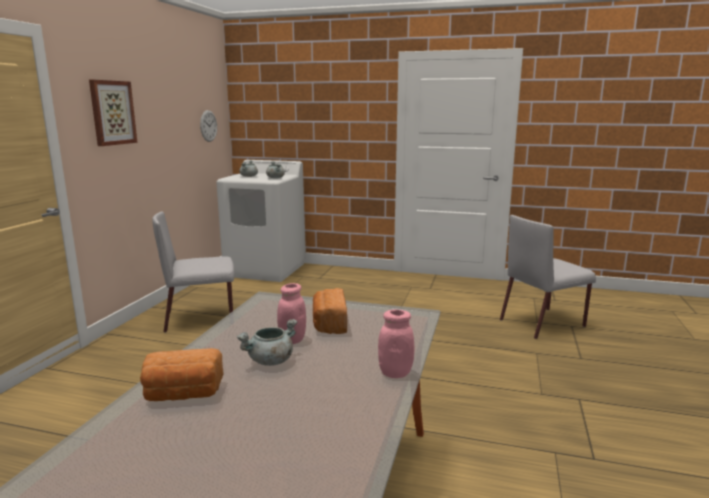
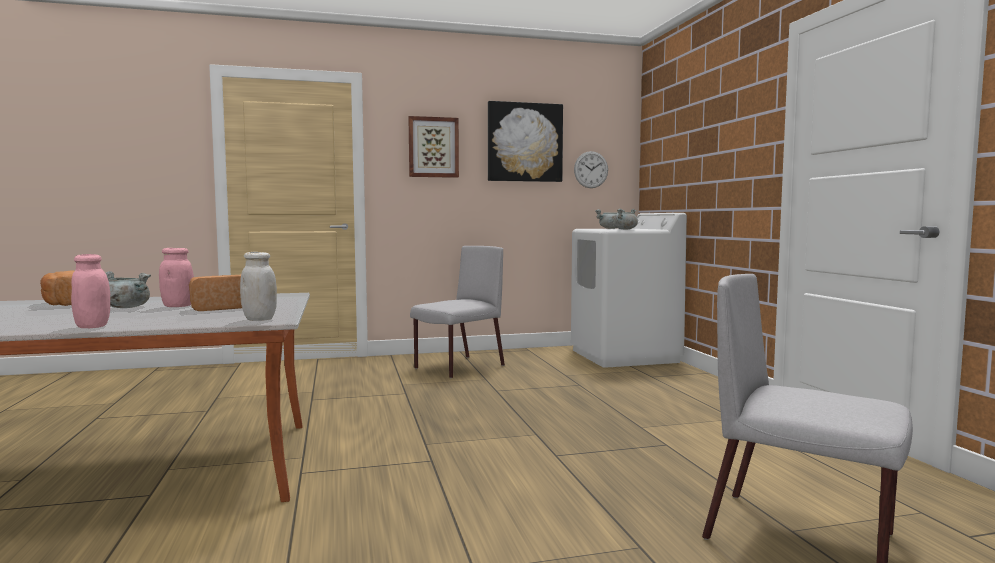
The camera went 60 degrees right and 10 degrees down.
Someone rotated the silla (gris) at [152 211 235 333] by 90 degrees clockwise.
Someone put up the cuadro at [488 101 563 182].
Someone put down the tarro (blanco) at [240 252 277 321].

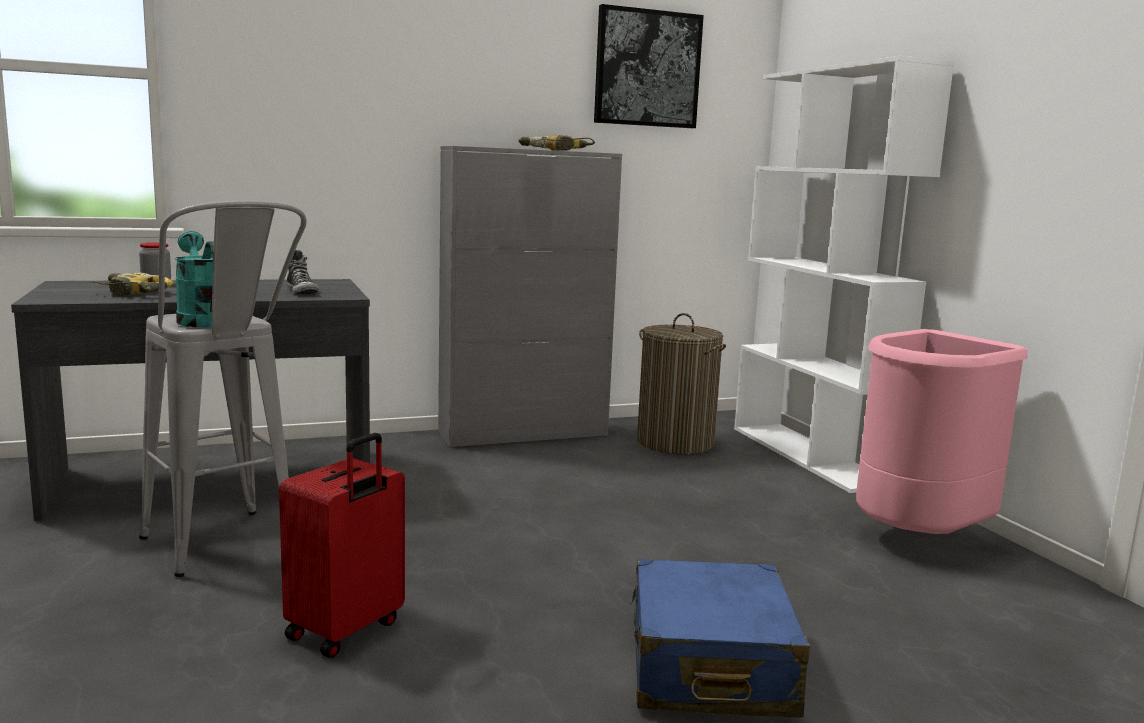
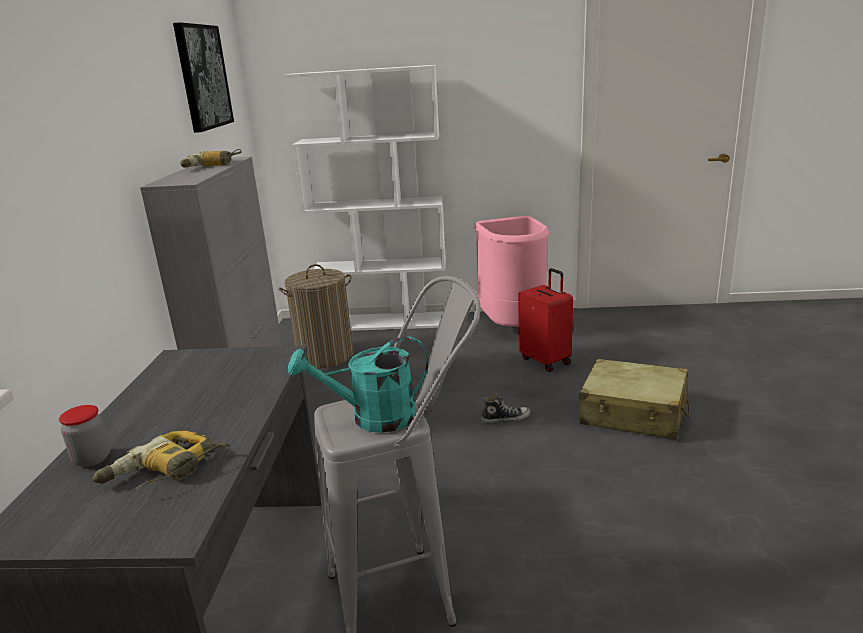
The camera went 65 degrees left and 10 degrees up.
Someone carried the zapato from [287 250 319 294] to [481 394 530 423].
Someone carried the maleta (rojo) from [279 433 405 658] to [518 268 573 372].
Someone repainted the maleta (azul) at [629 559 810 717], which became the maleta (beis) at [579 359 690 440].

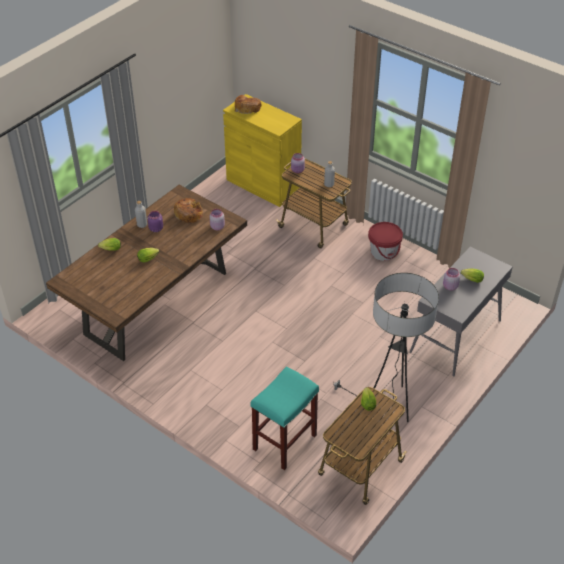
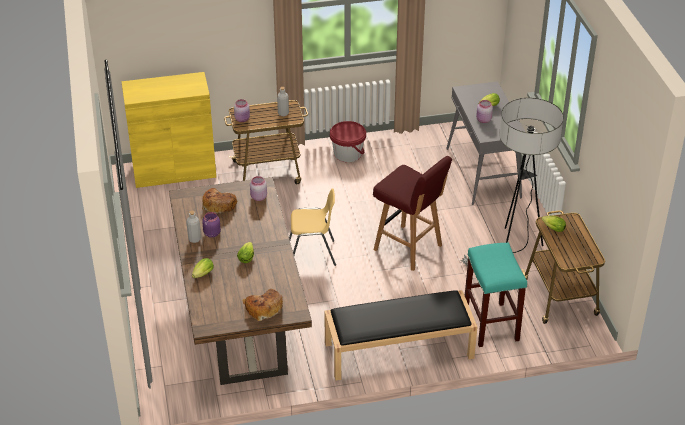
The camera went 50 degrees left and 5 degrees down.
Someone carried the pan from [235 95 262 114] to [243 289 283 321].
Someone put down the taburete (rojo) at [373 156 452 271].
Someone put down the silla (amarillo) at [289 189 336 266].
Someone put down the banco (negro) at [324 290 477 381].

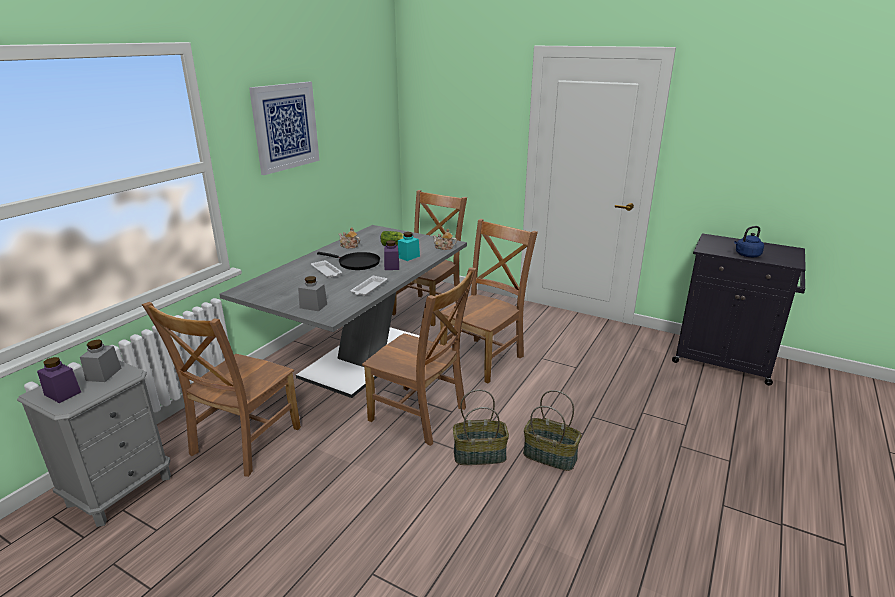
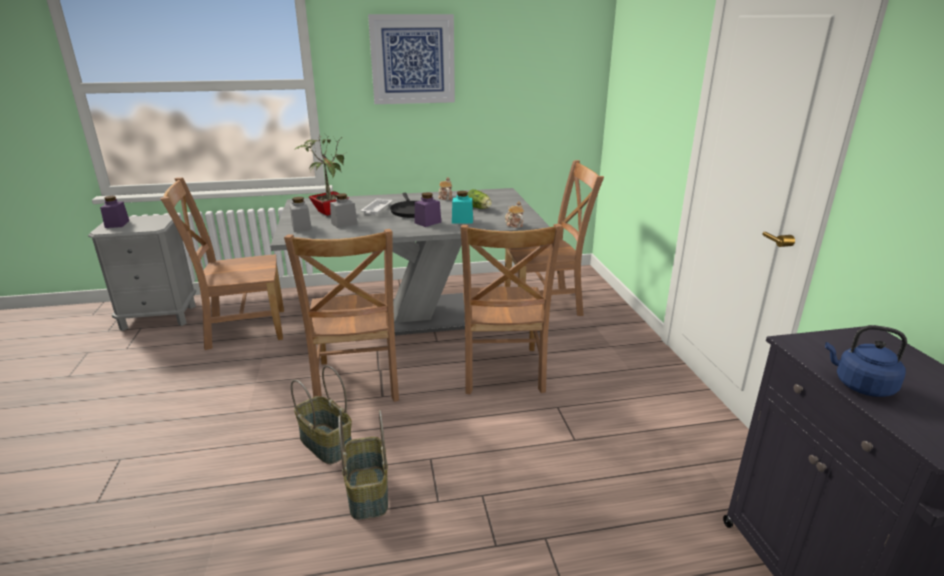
The camera went 50 degrees right and 0 degrees up.
Someone rotated the silla (marrón) at [440 219 538 383] by 90 degrees clockwise.
Someone took away the bandeja (blanco) at [350 275 387 296].
Someone carried the tarro (gris) from [80 340 121 382] to [330 193 358 228].
Someone put down the planta en maceta at [293 134 349 216].

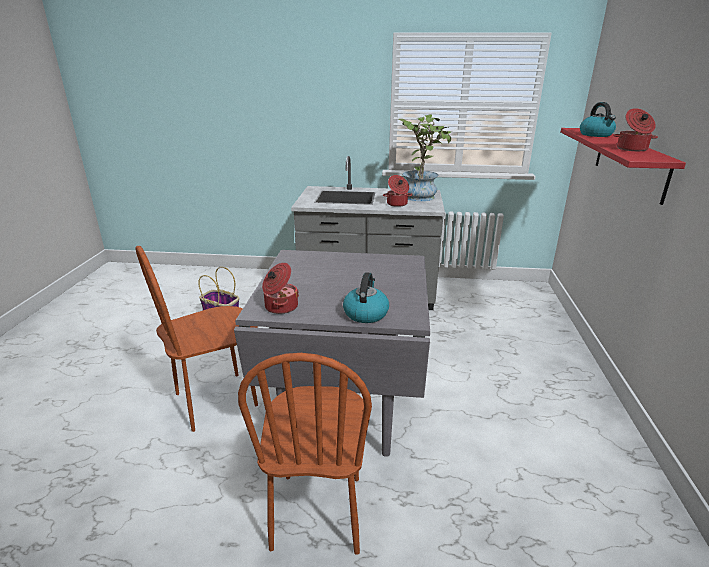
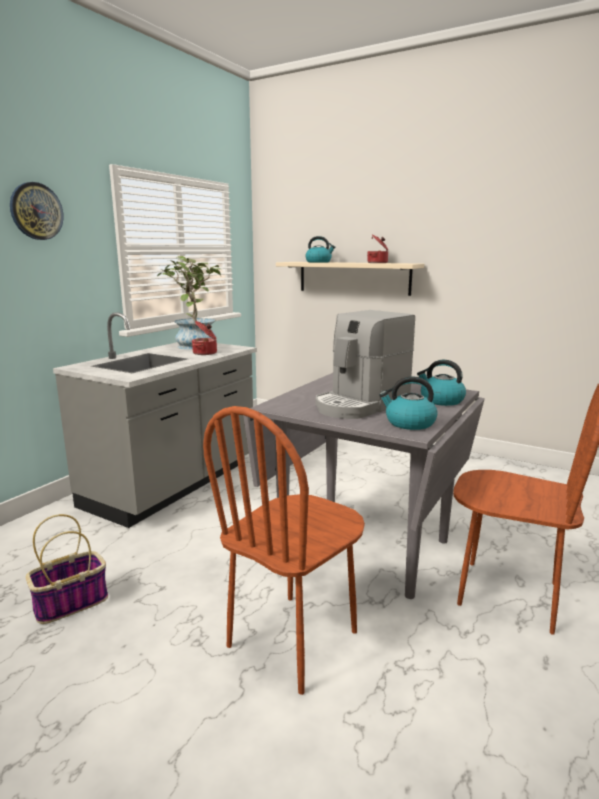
The camera went 65 degrees left and 10 degrees down.
Someone repainted the estante (rojo) at [561 128 686 205], which became the estante (beis) at [276 262 424 296].
Someone rotated the silla (marrón) at [135 246 258 432] by 45 degrees clockwise.
Someone swapped the olla at [262 263 299 314] for the hervidor at [379 376 438 430].
Someone put up the reloj de pared at [10 182 64 240].
Someone put down the cafetera at [316 310 415 419].

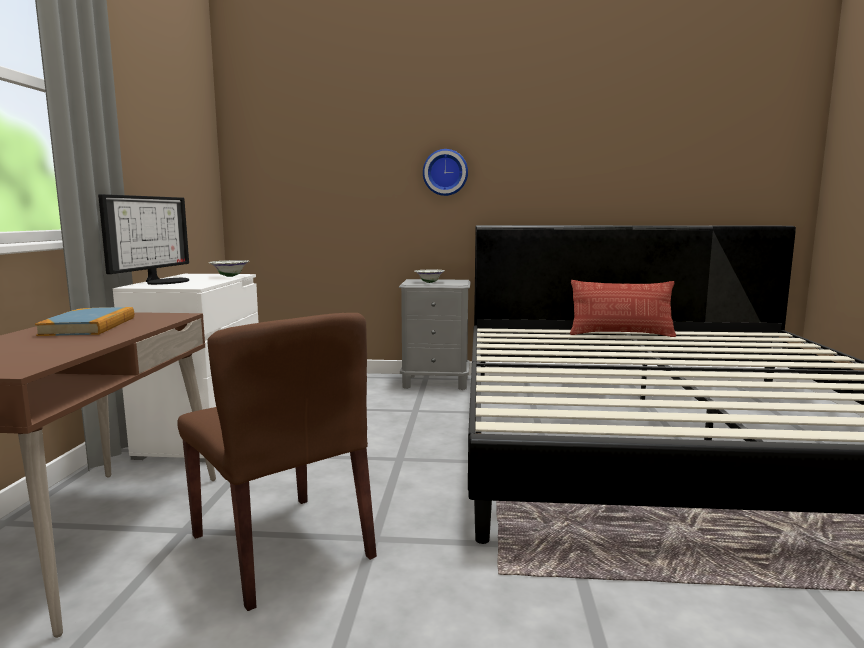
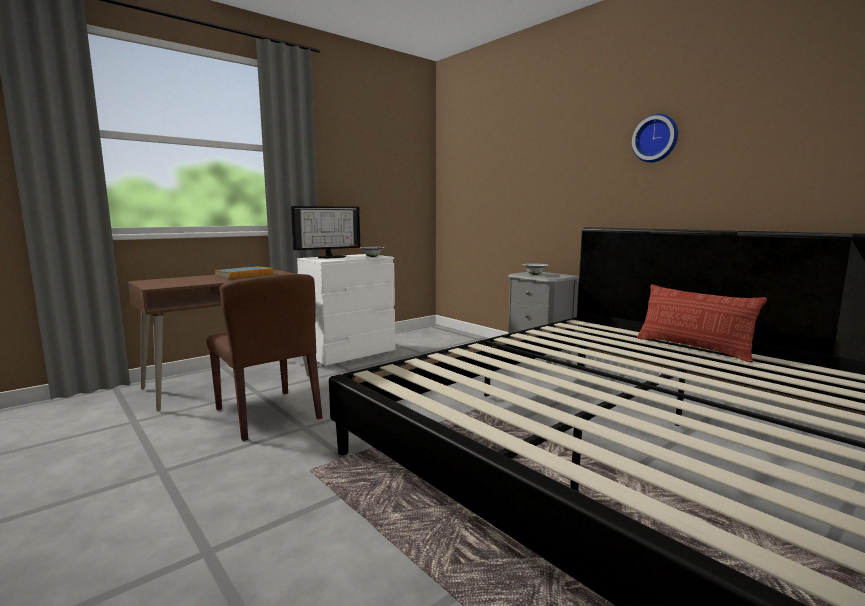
The camera went 45 degrees right and 0 degrees up.
Someone carried the reloj de pared from [423 149 468 196] to [632 114 678 163].
Someone rotated the silla (marrón) at [177 313 377 611] by 45 degrees counterclockwise.

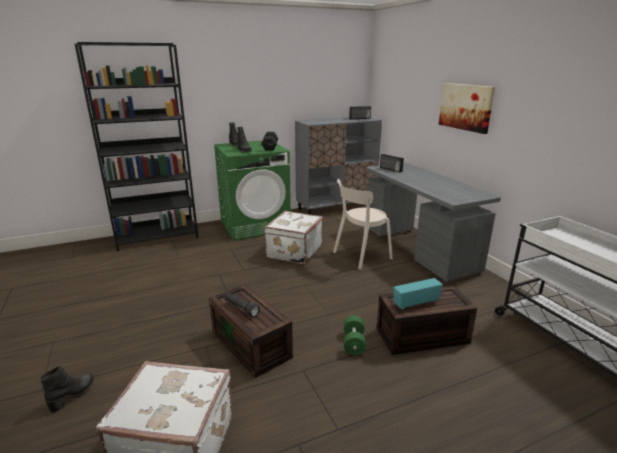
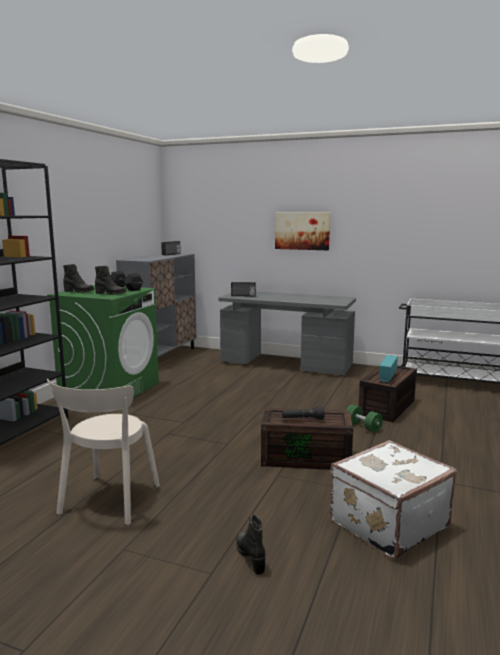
The camera went 45 degrees left and 10 degrees down.
Someone carried the silla (beis) from [333 179 393 270] to [47 379 160 525].
Someone took away the maleta (blanco) at [264 211 323 264].

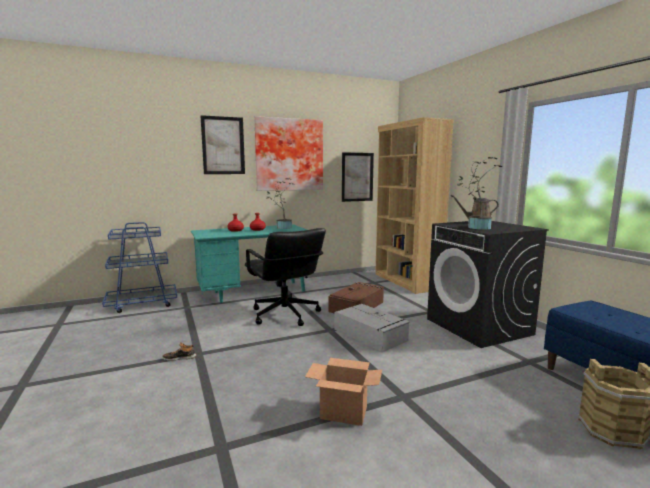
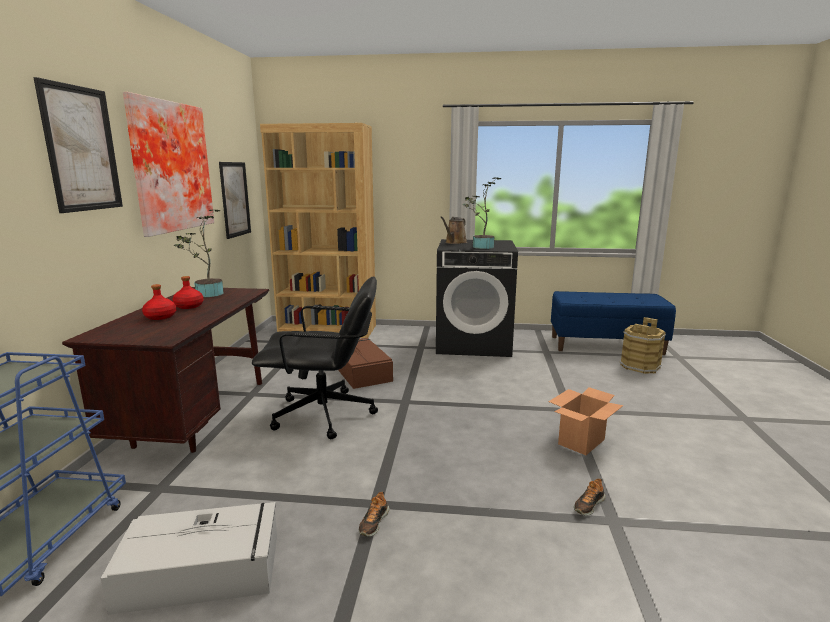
The camera went 60 degrees left and 5 degrees up.
Someone repainted the escritorio (turquesa) at [191 224 307 303], which became the escritorio (marrón) at [62 287 269 453].
Someone carried the caja de almacenaje (gris) from [334 304 410 352] to [101 502 277 615].
Someone put down the zapato at [574 479 606 516].

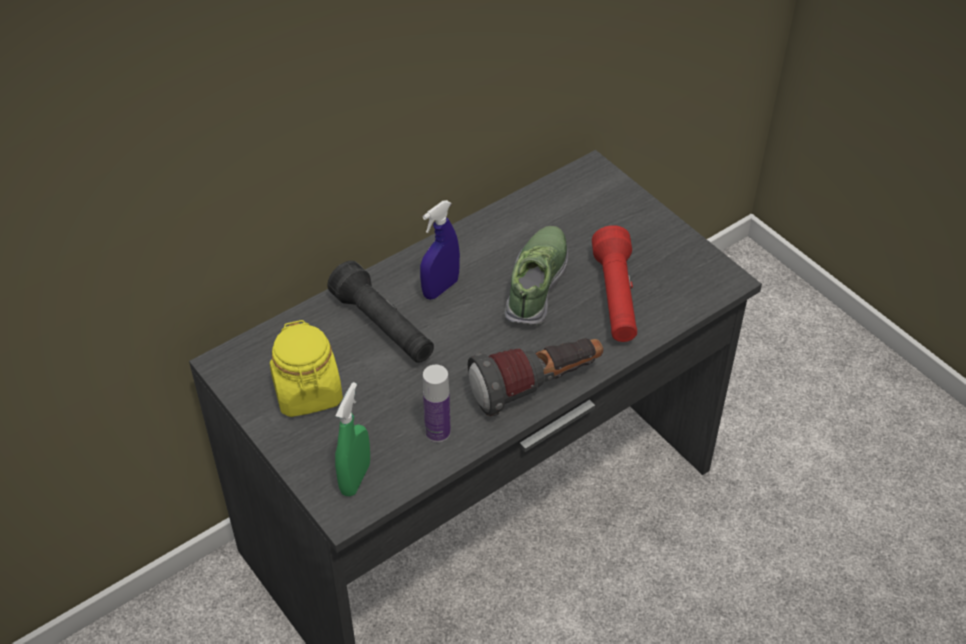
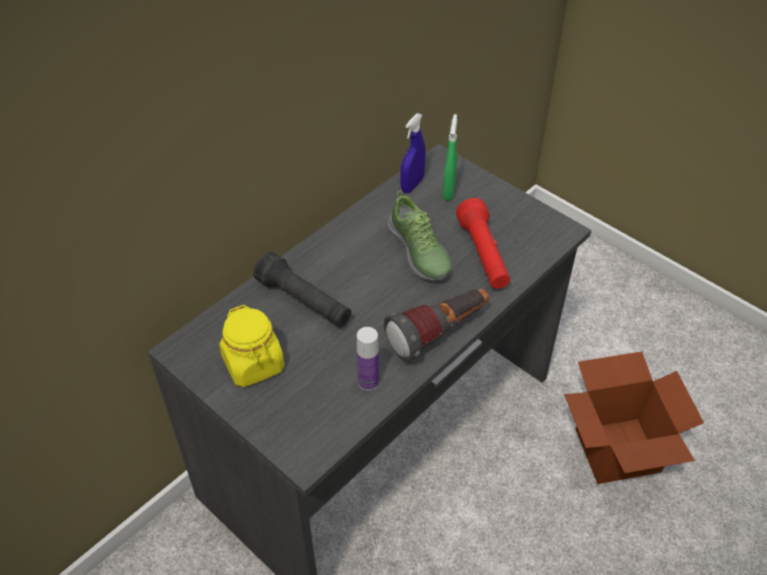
The camera went 10 degrees left and 0 degrees up.
Someone carried the pulverizador (azul) from [420 200 460 300] to [400 113 426 193].
Someone rotated the zapato at [504 226 568 326] by 150 degrees clockwise.
Someone carried the pulverizador (verde) from [335 382 370 496] to [443 114 457 201].
Someone put down the caja de cartón at [564 351 704 484].

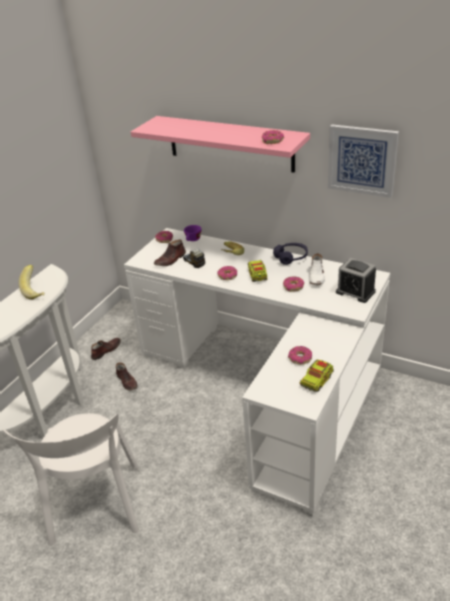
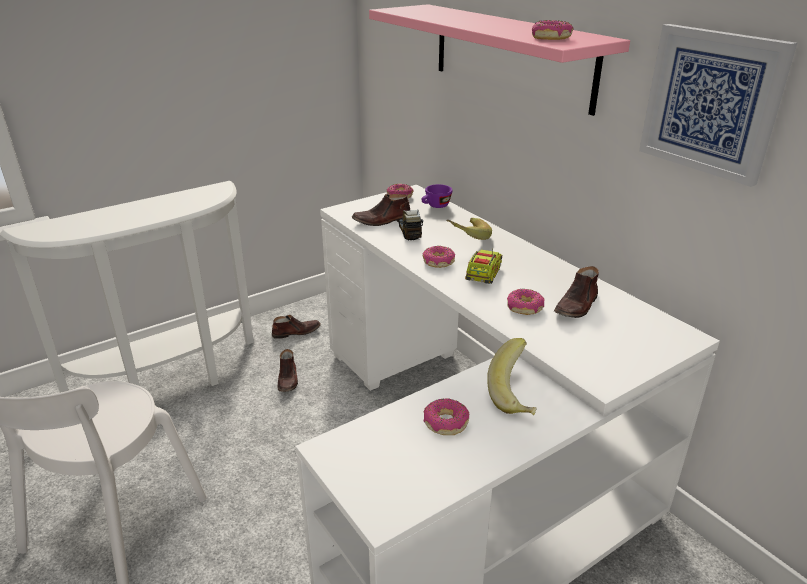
The camera went 25 degrees right and 5 degrees down.
Someone took away the auriculares (morado) at [273 243 308 265].
Someone repainted the zapato (blanco) at [309 253 325 285], which became the zapato (marrón) at [554 266 599 318].
Someone took away the despertador at [336 258 376 303].
Someone carried the plátano from [19 265 44 300] to [487 338 537 415].
Someone took away the camión de juguete at [300 360 334 392].

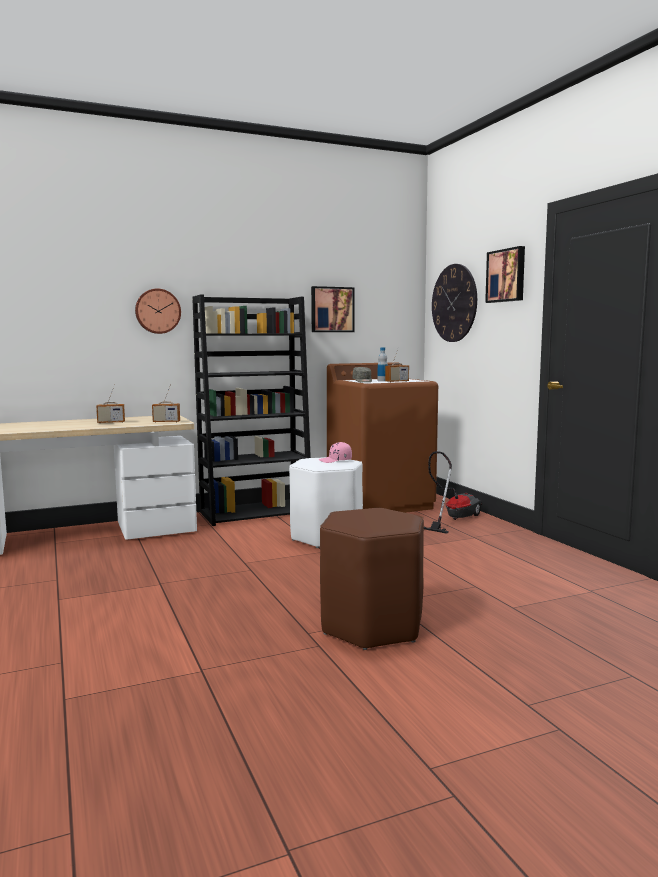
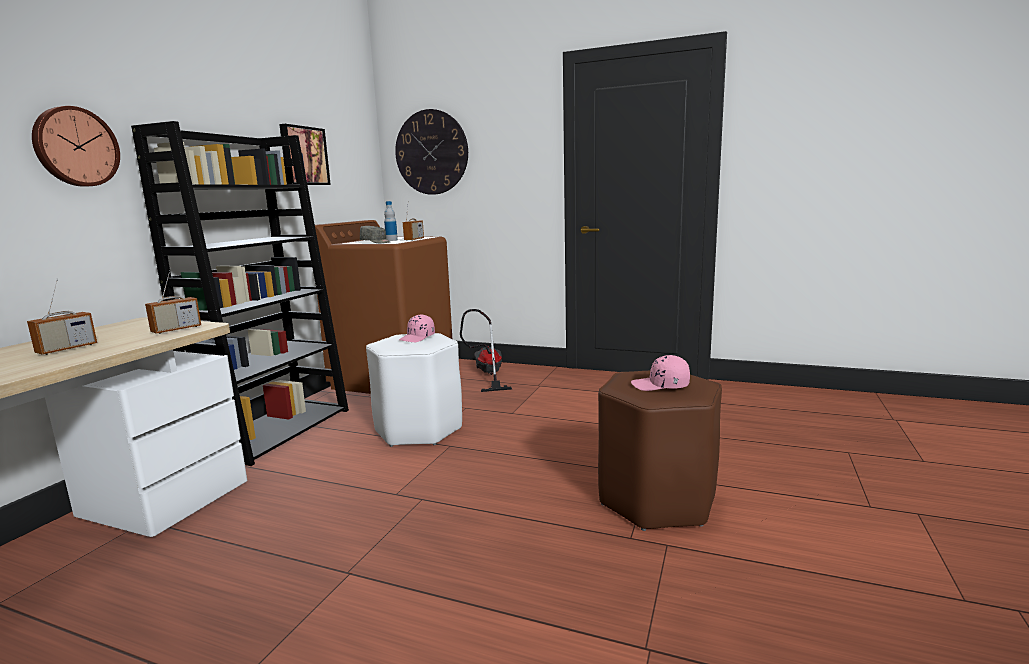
The camera went 45 degrees left and 5 degrees up.
Someone took away the cuadro at [485 246 525 303].
Someone put down the gorra (rosa) at [631 355 690 391].

